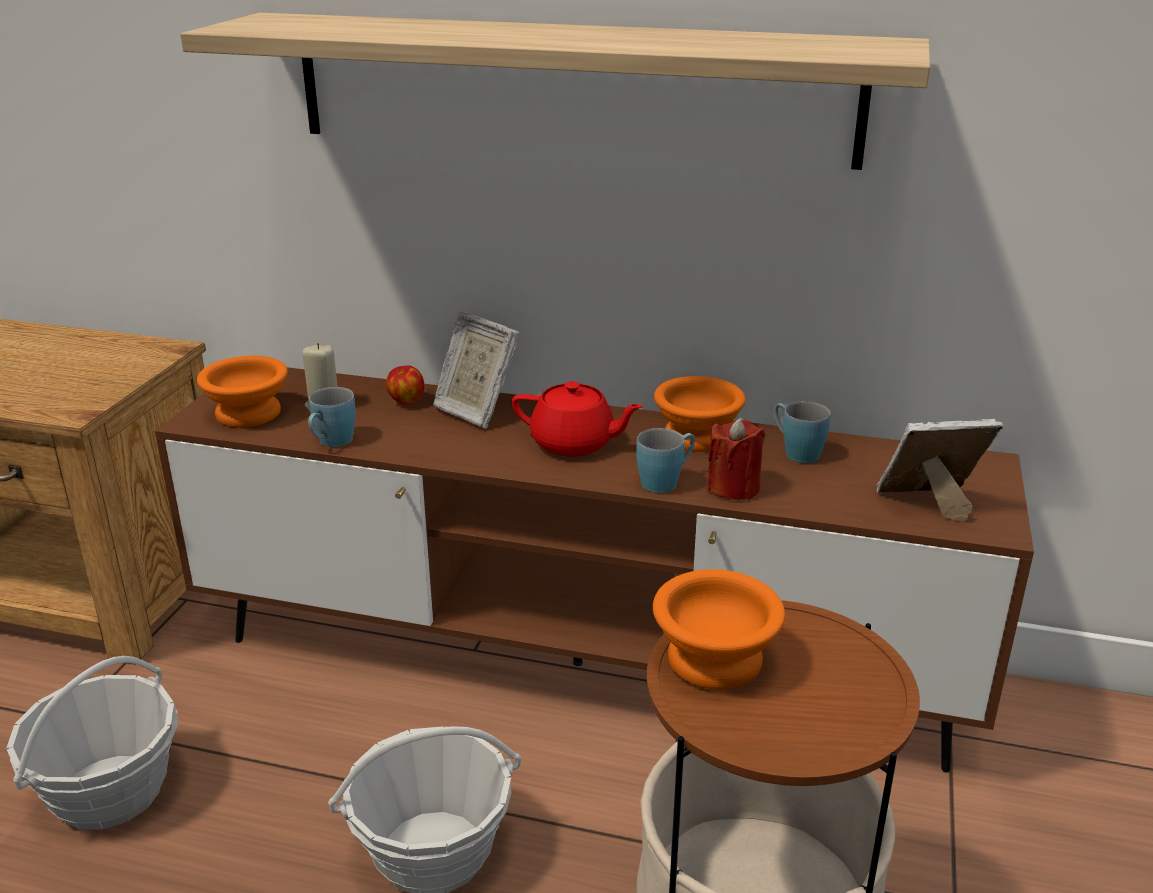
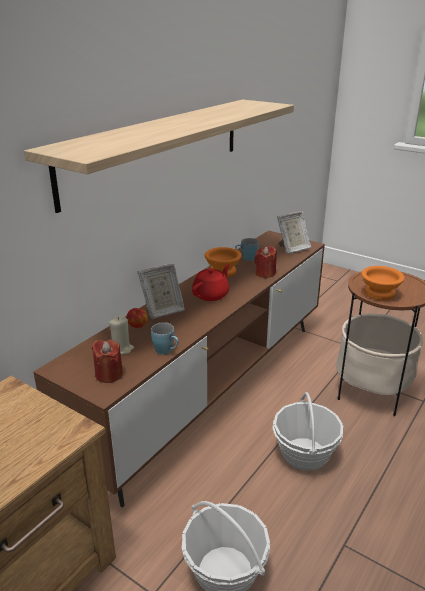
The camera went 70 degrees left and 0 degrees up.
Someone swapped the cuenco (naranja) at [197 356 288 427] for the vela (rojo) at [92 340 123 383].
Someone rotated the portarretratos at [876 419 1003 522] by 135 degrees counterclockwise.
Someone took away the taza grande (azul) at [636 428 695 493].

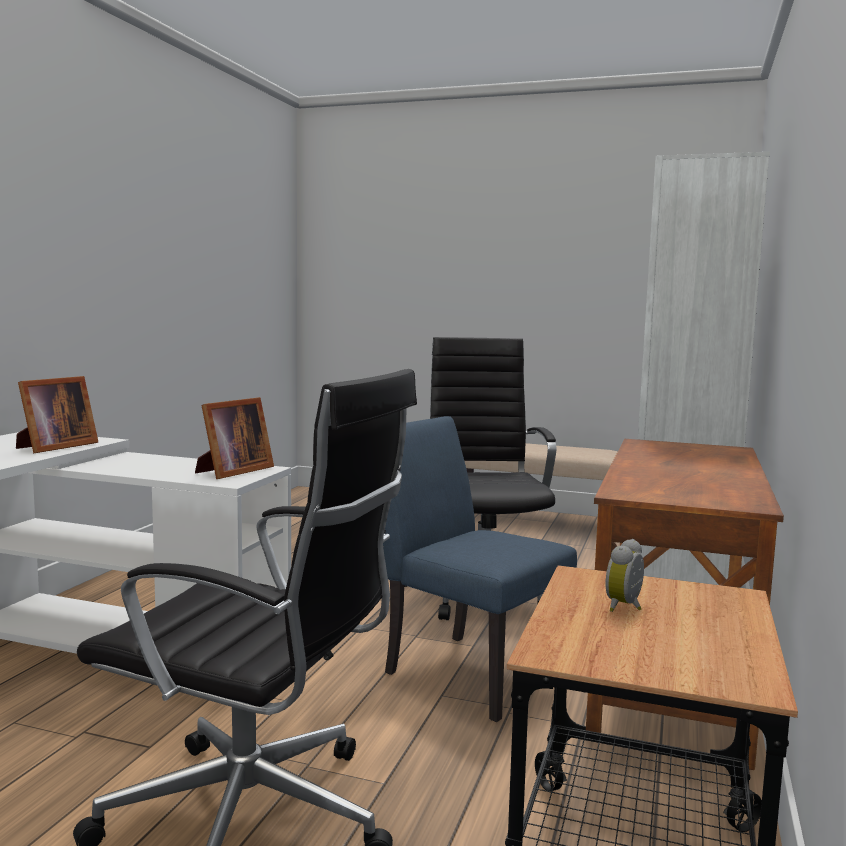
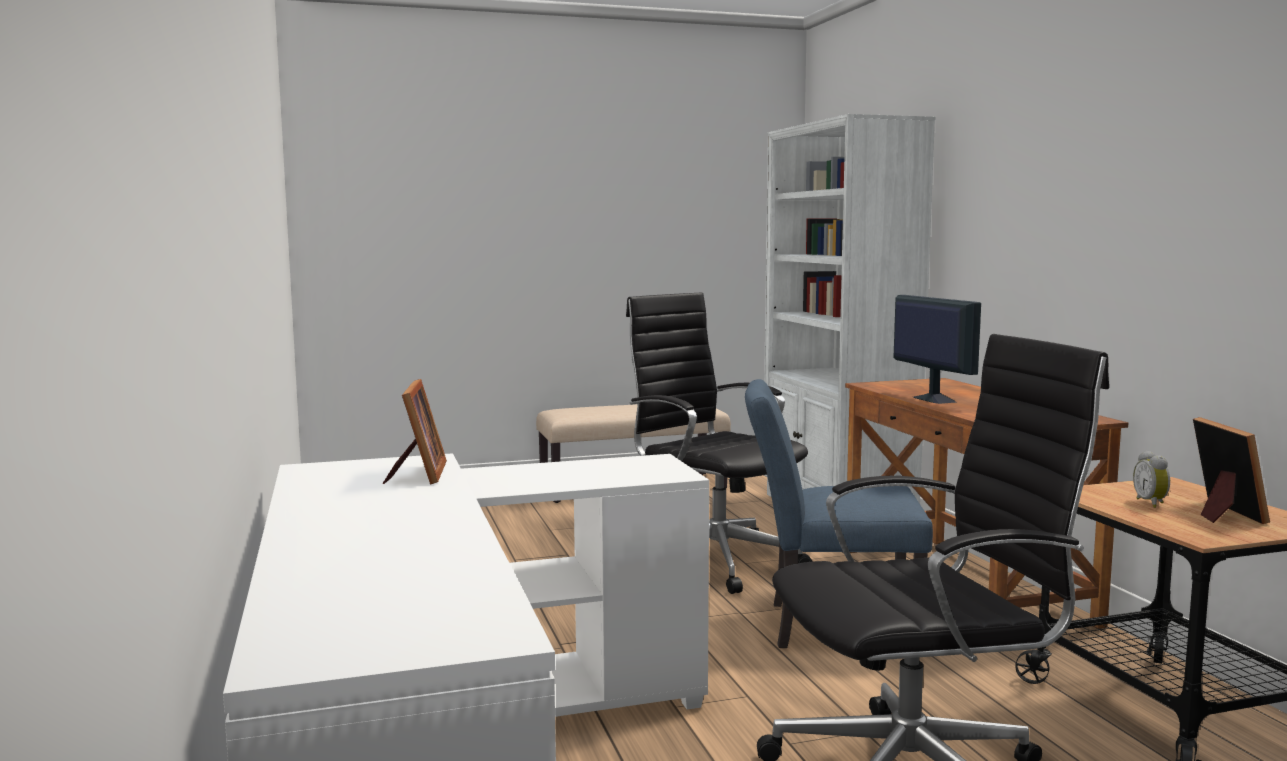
The camera went 35 degrees left and 0 degrees up.
Someone carried the portarretratos from [195 397 274 479] to [1193 417 1270 524].
Someone put down the monitor at [893 295 981 404].

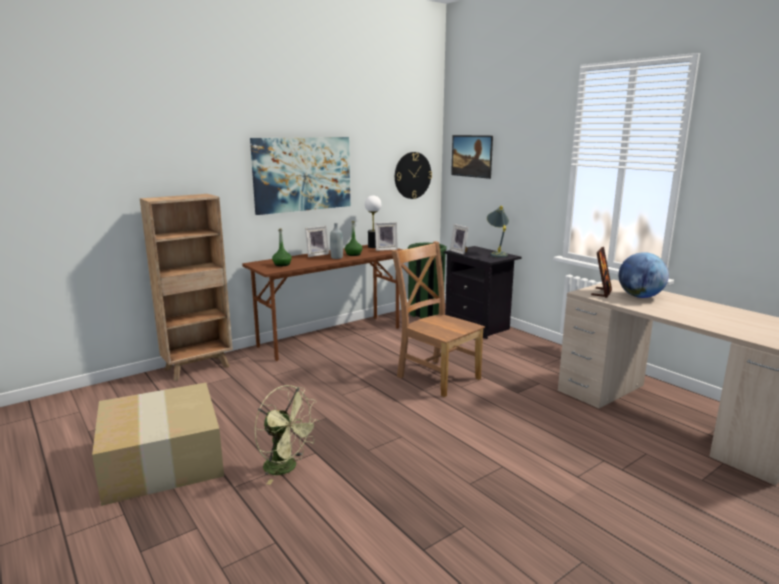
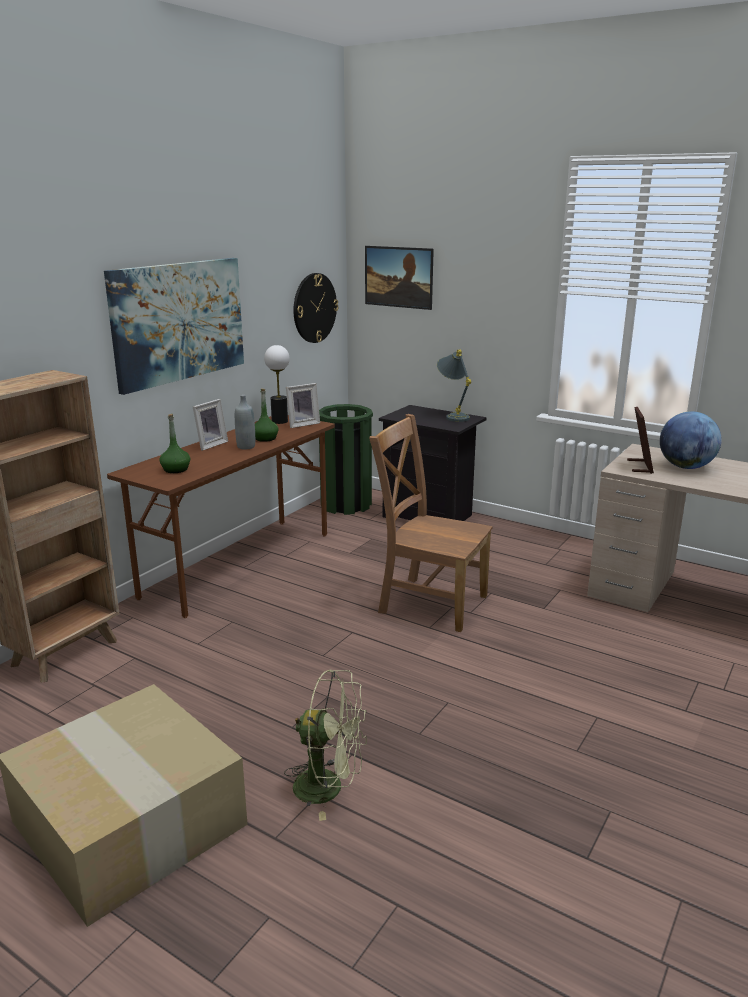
The camera went 20 degrees left and 5 degrees up.
Someone took away the portarretratos at [450 224 469 255].

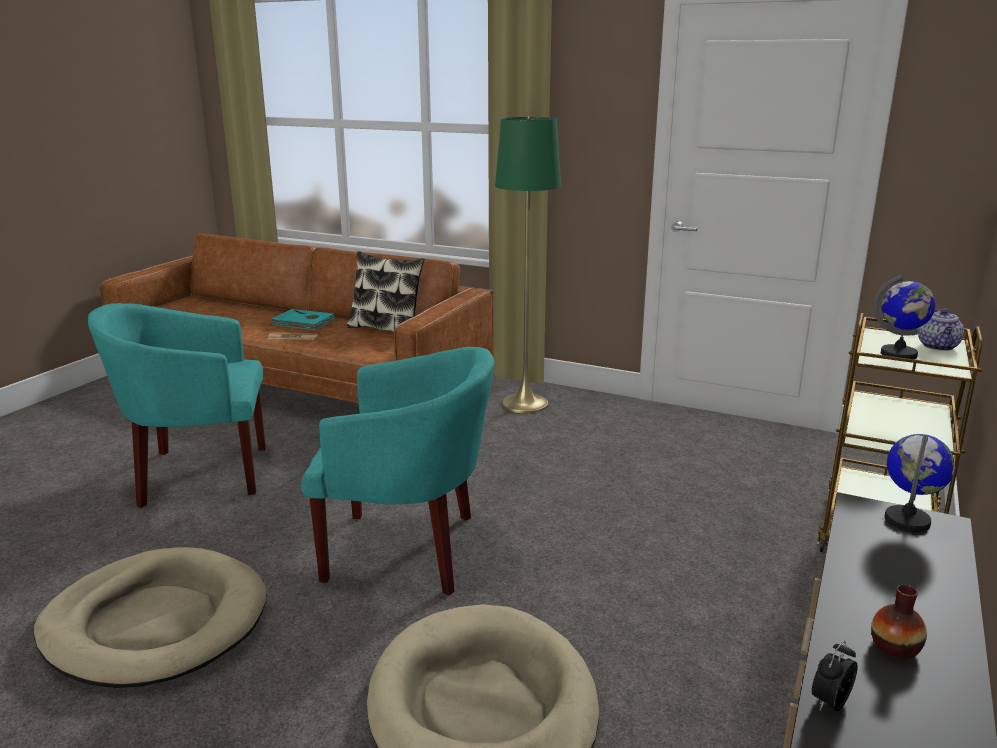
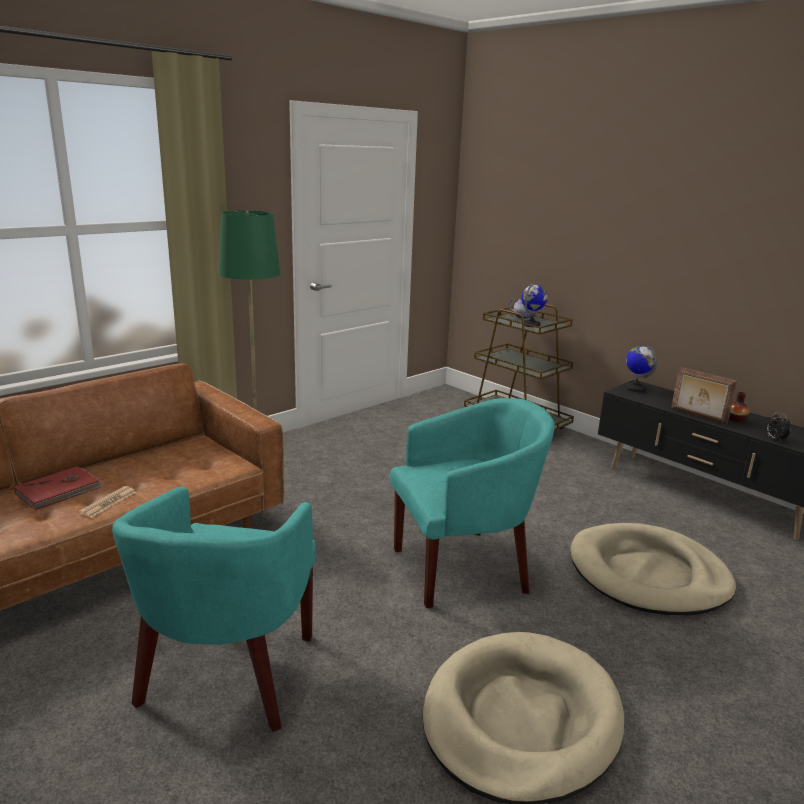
The camera went 70 degrees left and 0 degrees up.
Someone took away the cojín at [347 251 425 332].
Someone repainted the libro (turquesa) at [272 309 335 330], which became the libro (rojo) at [14 466 103 510].
Someone rotated the sillón (turquesa) at [301 347 495 596] by 45 degrees clockwise.
Someone put down the portarretratos at [671 367 737 425].

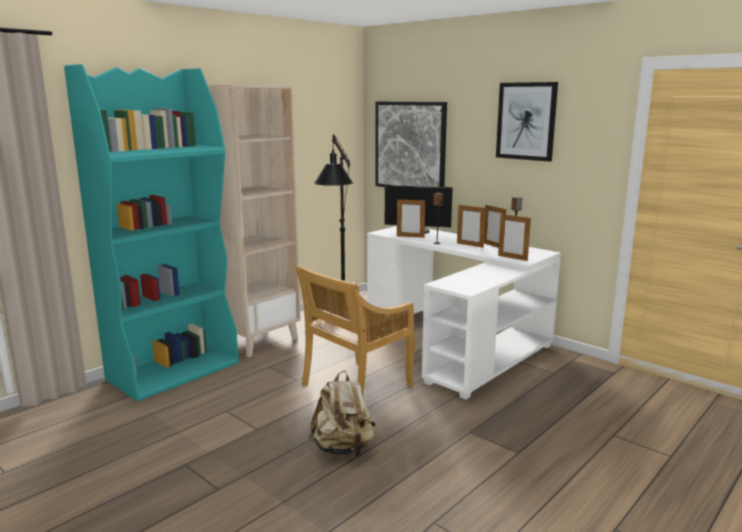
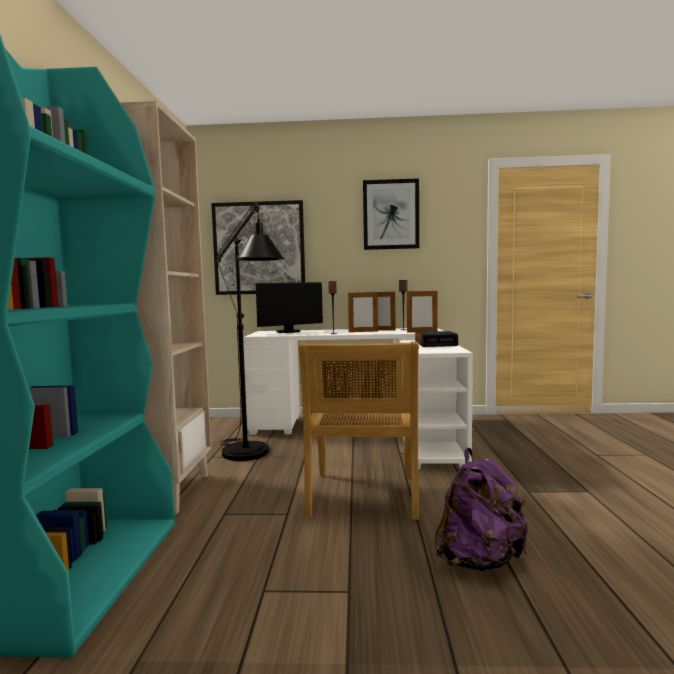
The camera went 40 degrees left and 10 degrees down.
Someone took away the portarretratos at [397 199 425 238].
Someone repainted the mochila (beis) at [308 371 376 457], which became the mochila (morado) at [434 448 528 571].
Someone put down the despertador at [415 331 458 347].

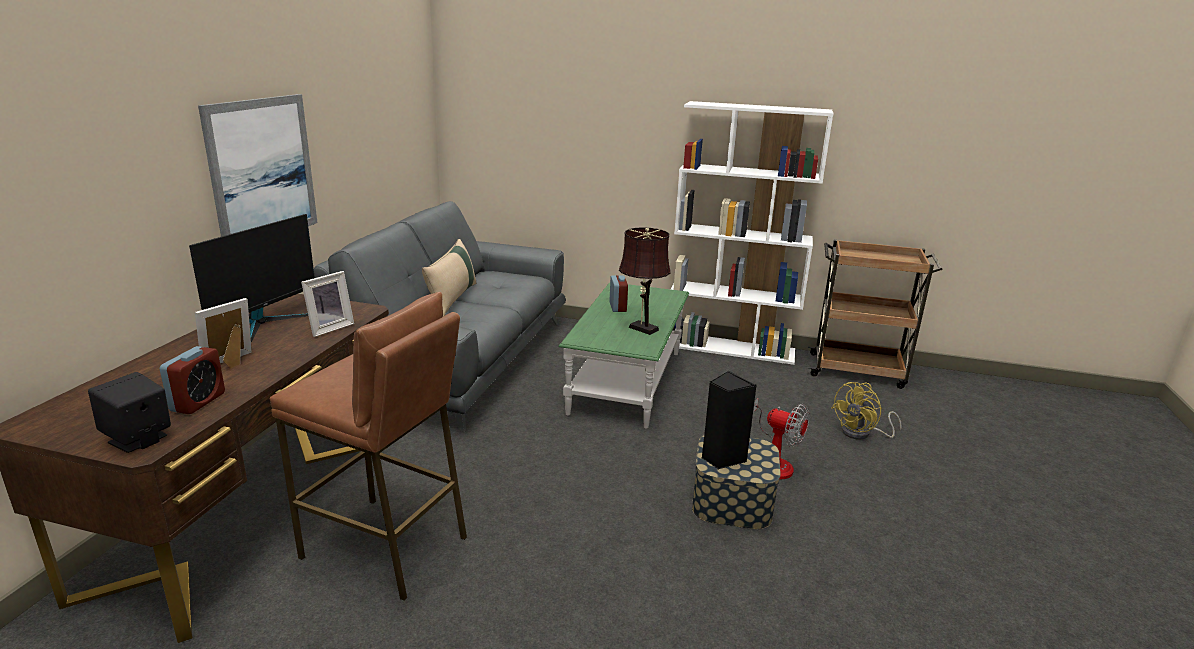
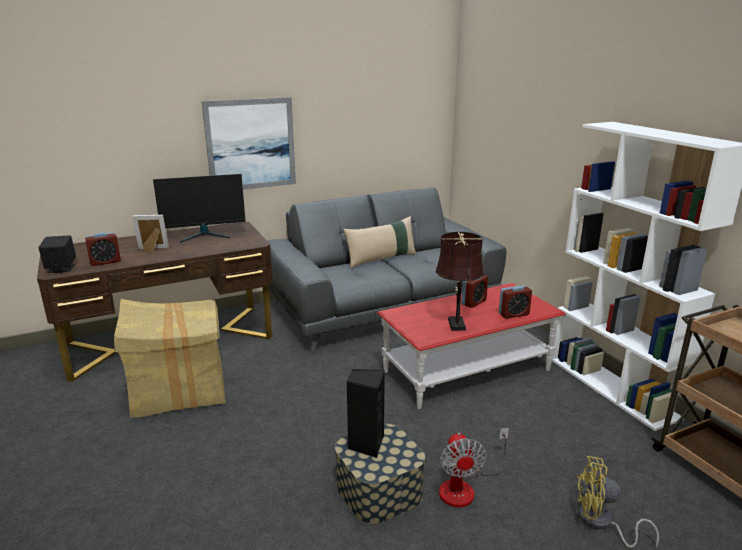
The camera went 50 degrees right and 0 degrees up.
Someone took away the portarretratos at [301 271 354 337].
Someone repainted the mesa de centro (verde) at [559 282 689 429], which became the mesa de centro (rojo) at [377 283 566 409].
Someone swapped the taburete (marrón) at [270 292 467 601] for the caja de cartón at [114 299 226 417].
Someone put down the despertador at [499 285 532 319].

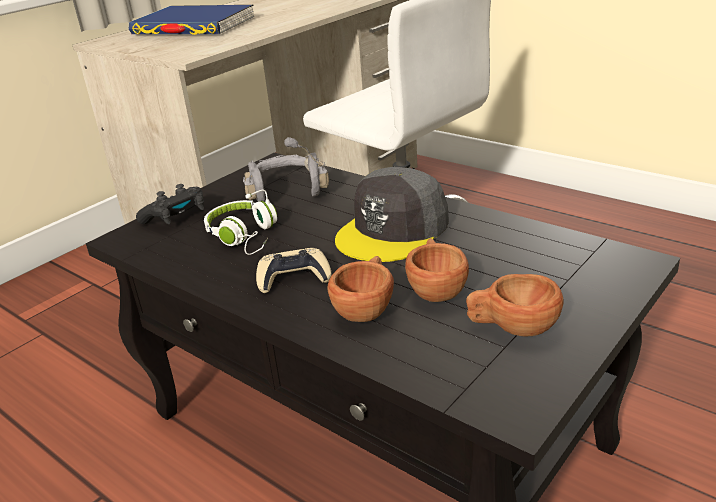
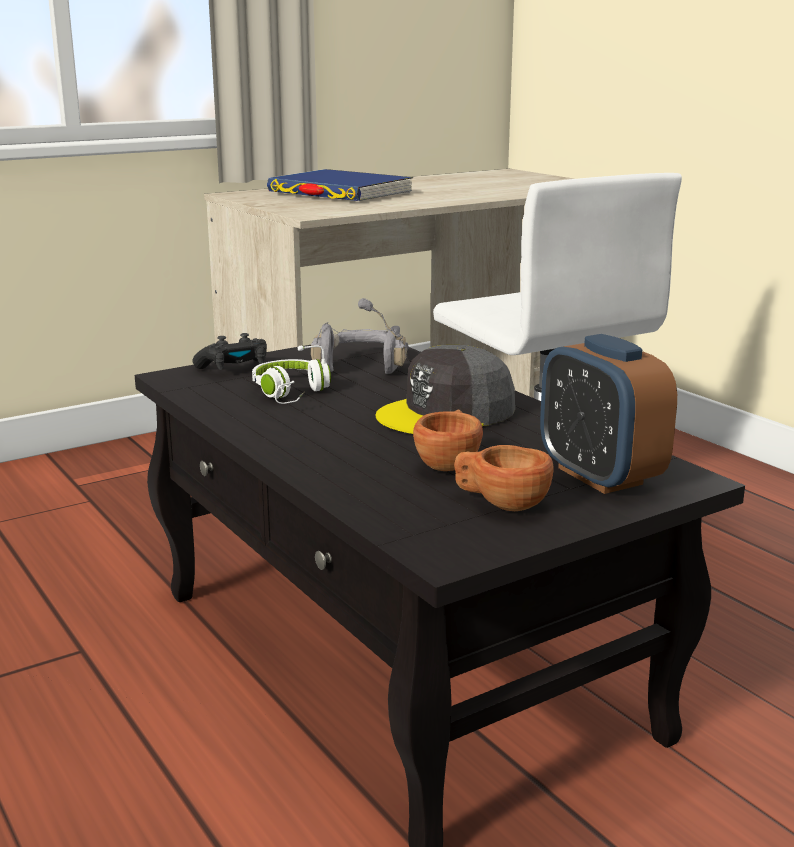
The camera went 15 degrees right and 10 degrees down.
Someone took away the mando de consola (beis) at [256 248 332 293].
Someone took away the taza (marrón) at [327 256 394 322].
Someone put down the despertador at [540 334 677 494].

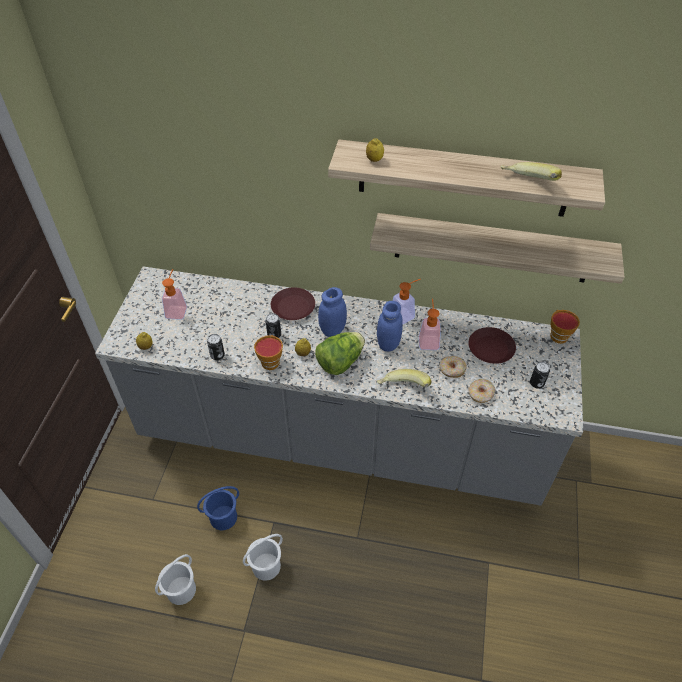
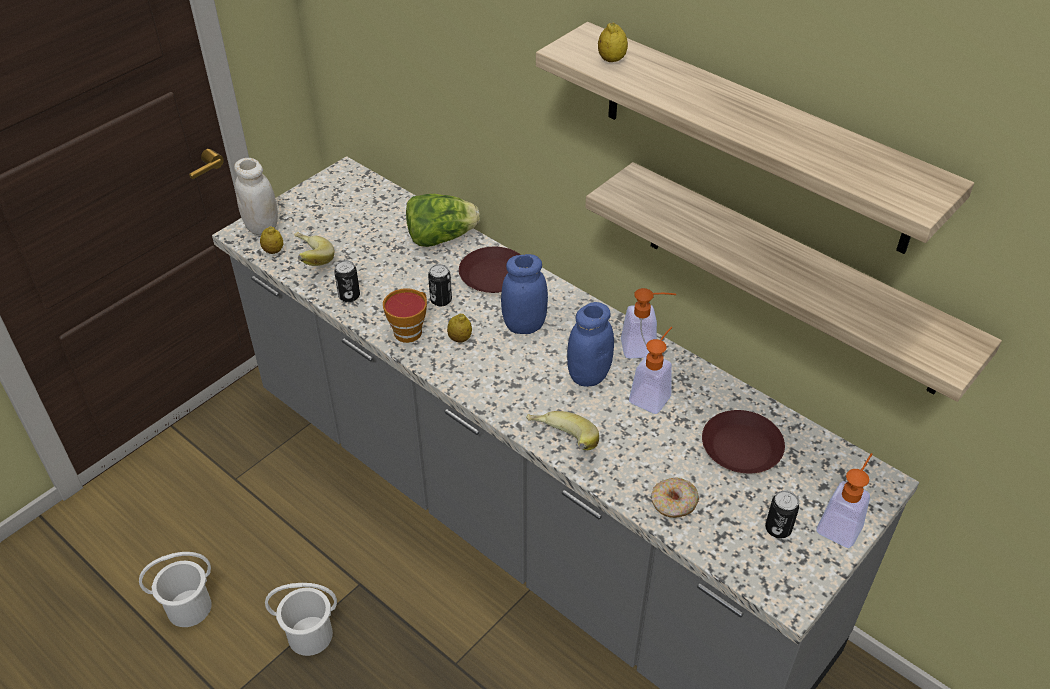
The camera went 30 degrees right and 5 degrees down.
Someone carried the plátano from [500 162 562 181] to [294 232 334 266].
Someone carried the dispensador de jabón from [162 269 187 320] to [817 453 872 548].
Someone took away the taza at [550 310 580 344].
Someone carried the lechuga from [315 332 365 375] to [406 194 480 247].
Someone took away the rosquilla at [440 356 467 378].
Someone took away the cubo (azul) at [197 486 239 530].
Someone put down the tarro (blanco) at [234 158 278 235].

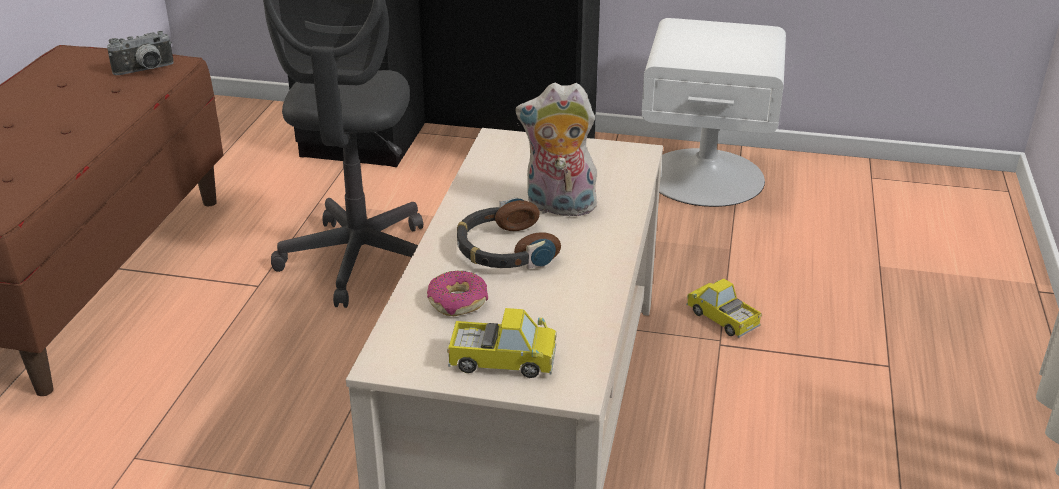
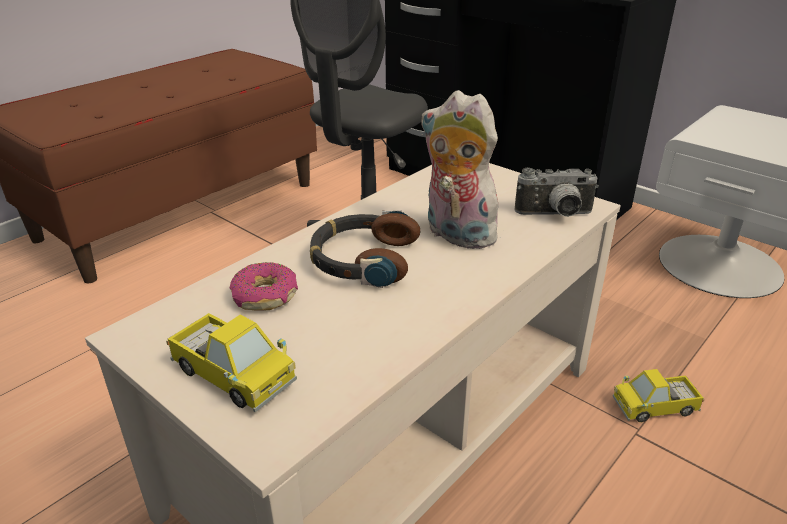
The camera went 30 degrees right and 0 degrees up.
Someone carried the cámara from [107 31 173 75] to [515 168 599 217].
Someone rotated the camión de juguete at [686 278 762 338] by 90 degrees counterclockwise.

